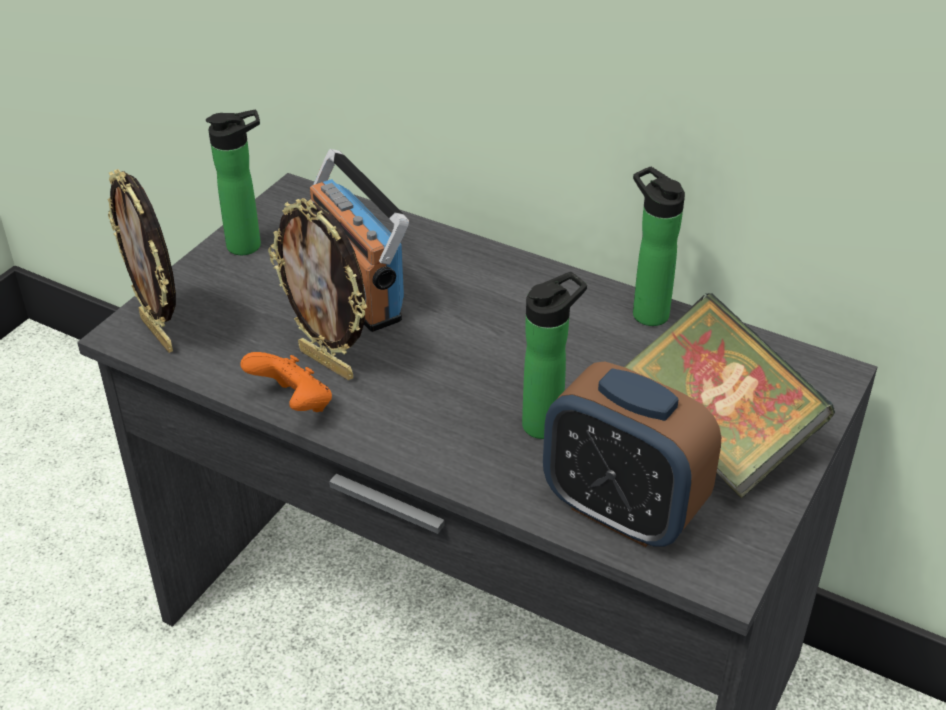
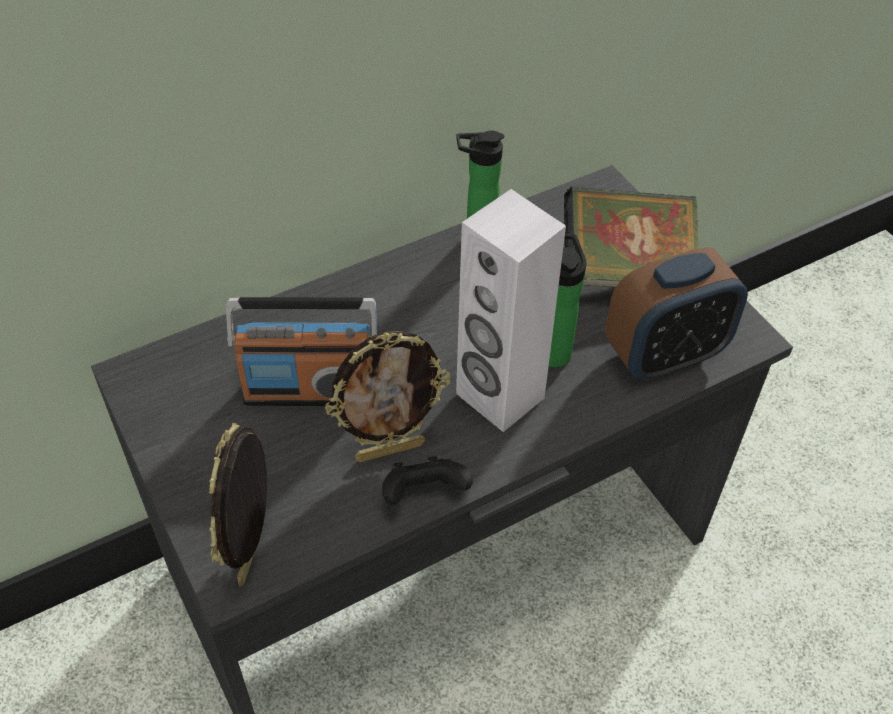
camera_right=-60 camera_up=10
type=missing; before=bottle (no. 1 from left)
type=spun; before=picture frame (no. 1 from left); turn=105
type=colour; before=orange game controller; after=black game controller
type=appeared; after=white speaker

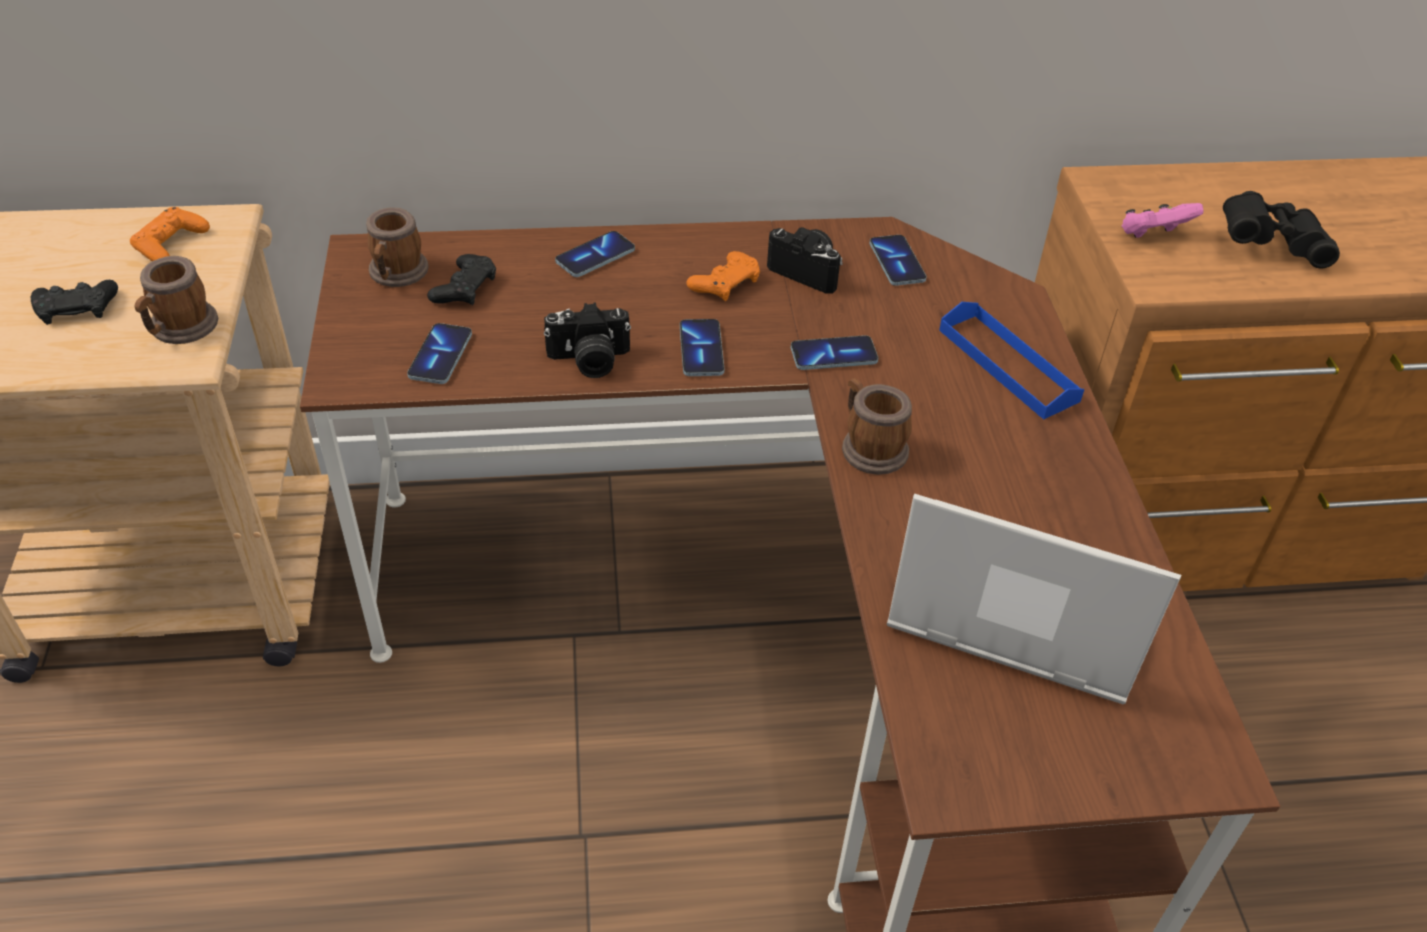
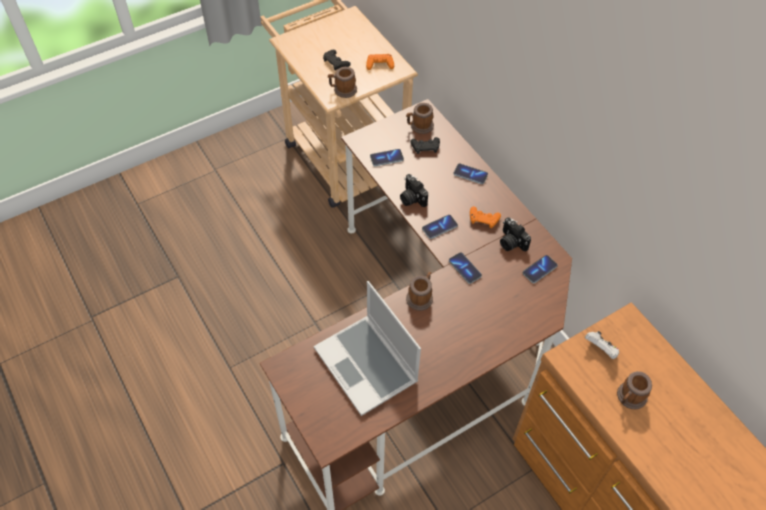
camera_right=65 camera_up=10
type=exchanged; before=black binoculars; after=mug (no. 4 from left)
type=colour; before=pink game controller; after=white game controller
type=spun; before=photo camera (no. 2 from left); turn=135
type=missing; before=blue tray
type=spun; before=laptop; turn=150

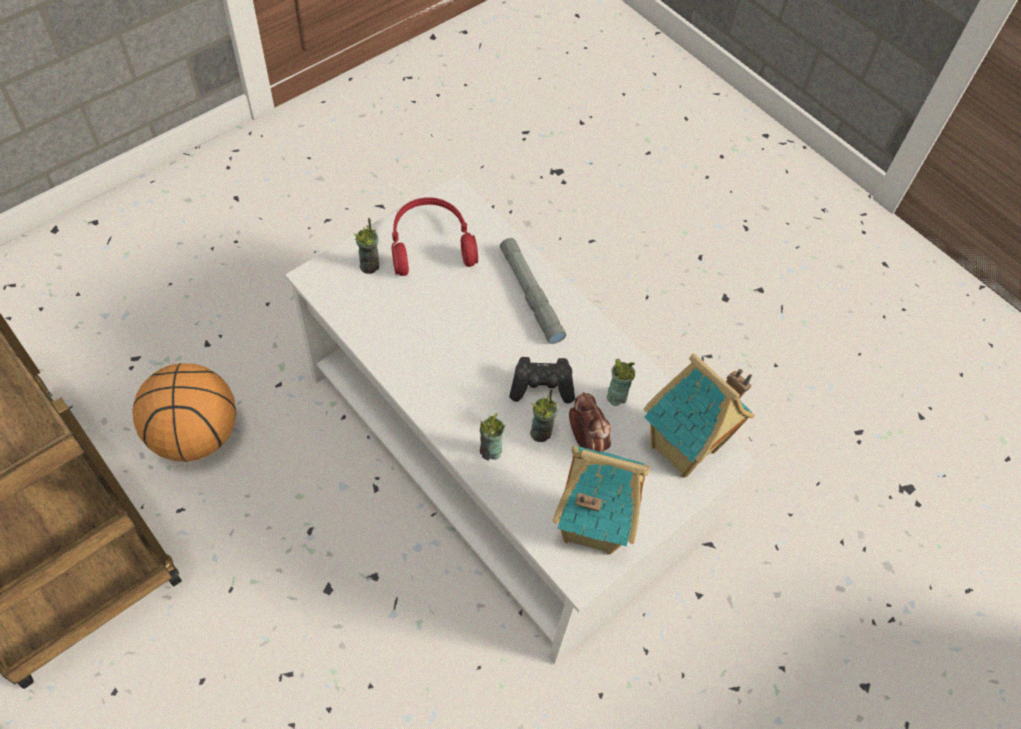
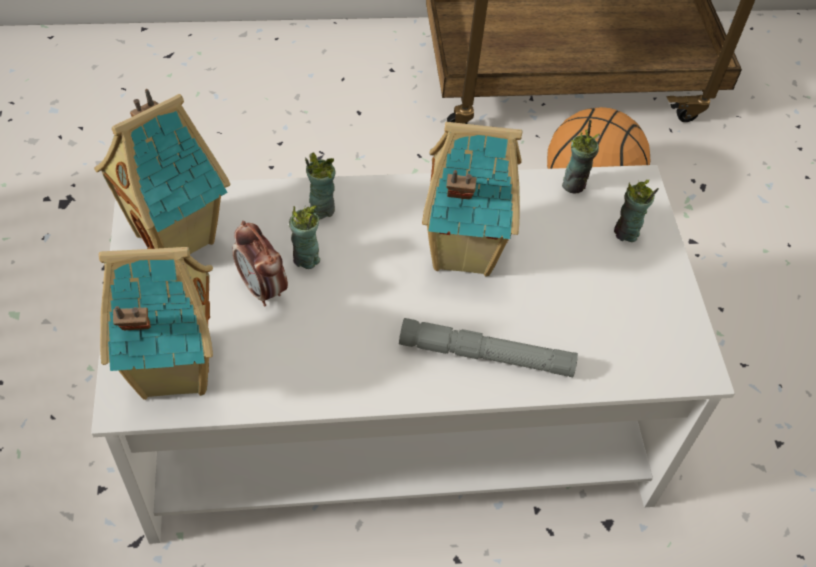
camera_right=125 camera_up=-5
type=missing; before=red headphones
type=missing; before=black game controller
type=relocated; before=cup (no. 4 from left in the first image); after=cup (no. 3 from left)
type=spun; before=alarm clock; turn=45
type=appeared; after=toy house (no. 3 from left)

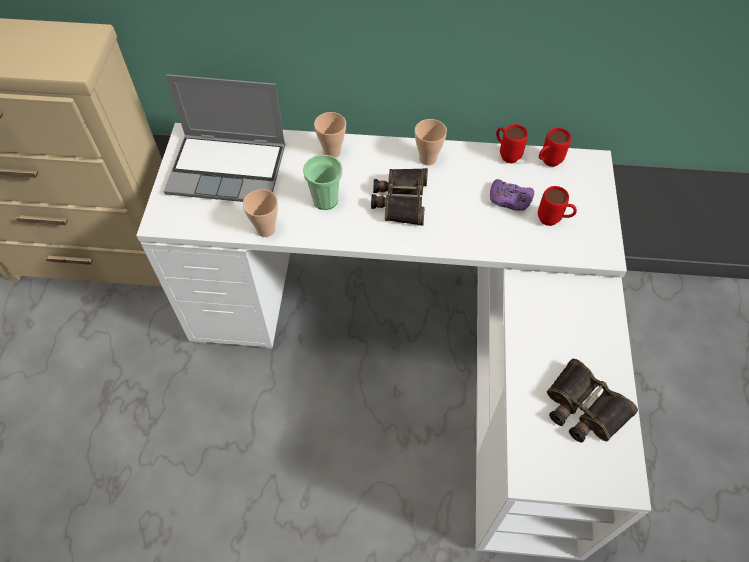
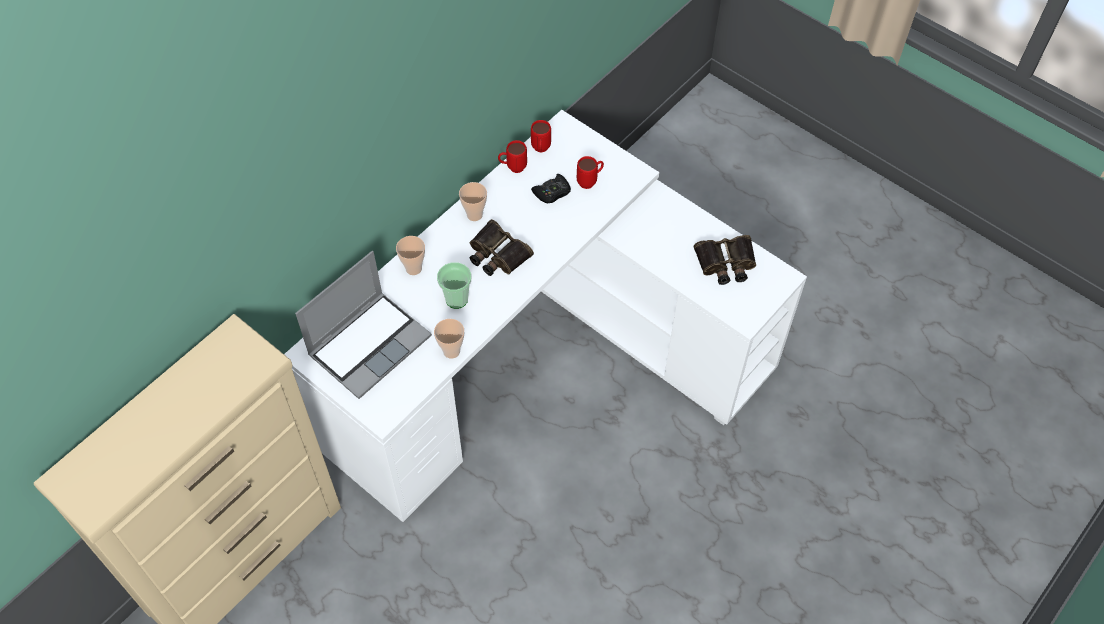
camera_right=-55 camera_up=0
type=colour; before=purple game controller; after=black game controller

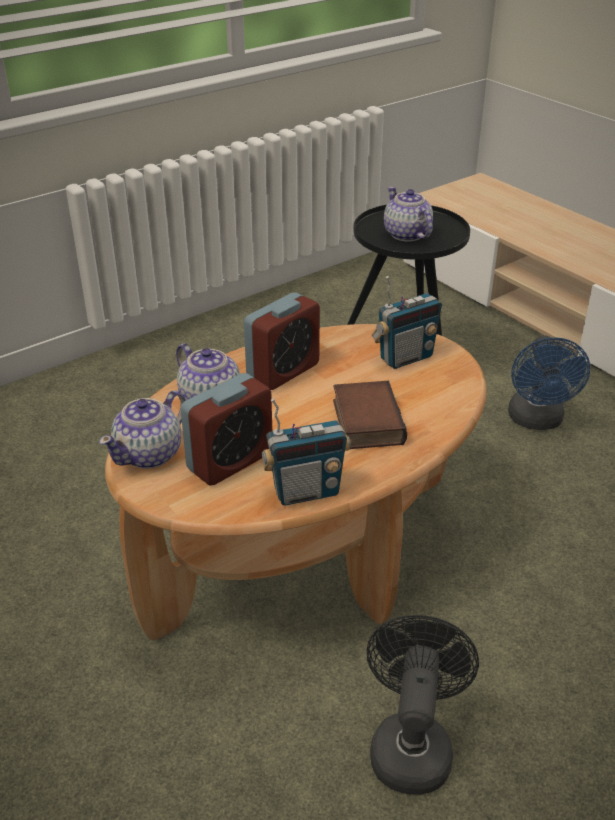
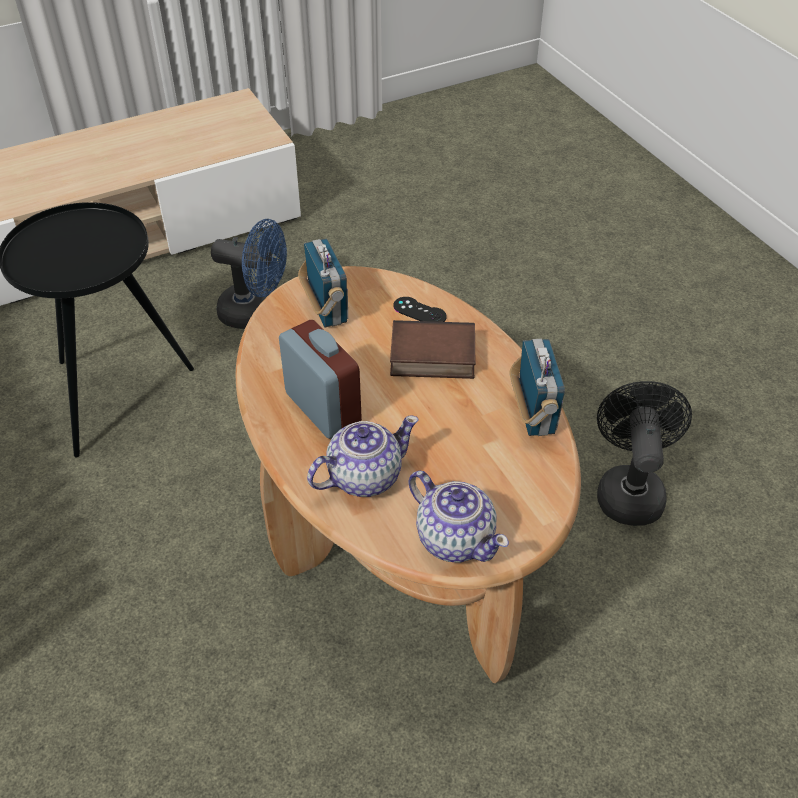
camera_right=-80 camera_up=10
type=missing; before=teapot (no. 3 from left)
type=missing; before=alarm clock (no. 1 from left)
type=spun; before=black fan; turn=75
type=appeared; after=black game controller

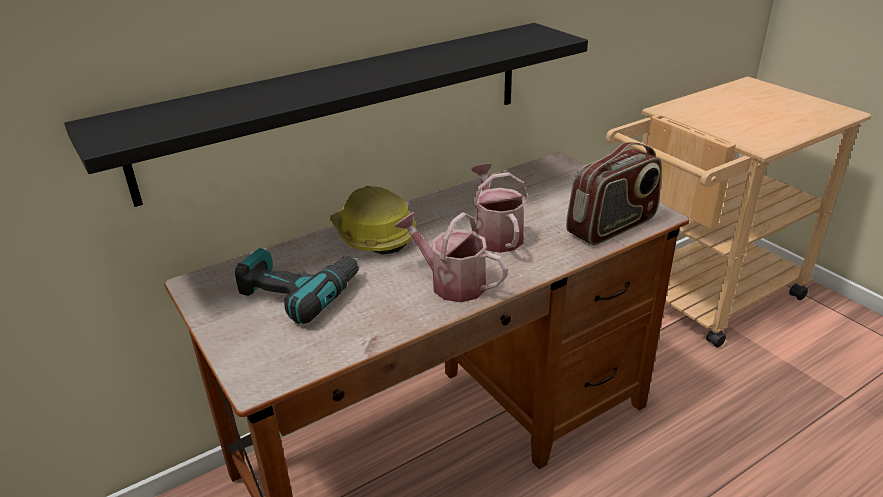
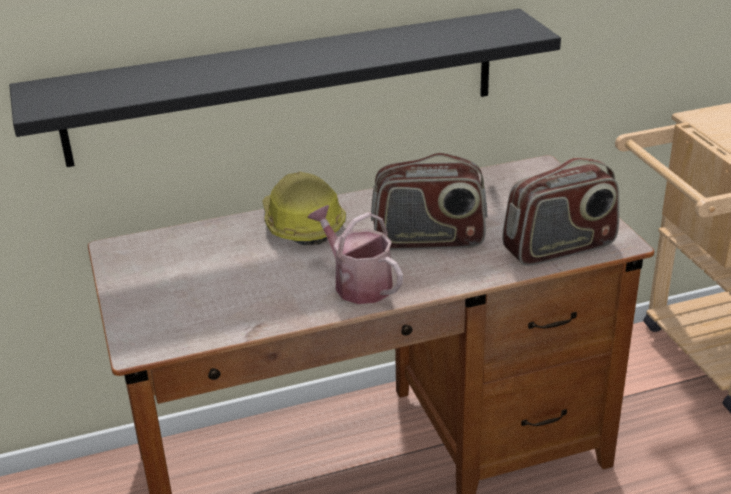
camera_right=15 camera_up=0
type=exchanged; before=watering can (no. 2 from left); after=radio (no. 1 from left)
type=missing; before=power drill

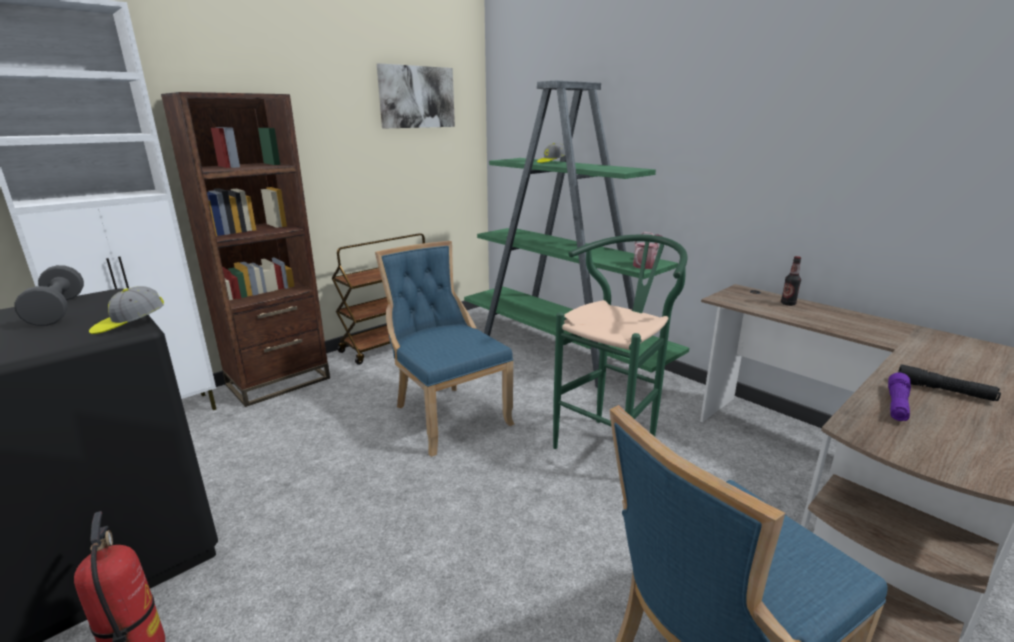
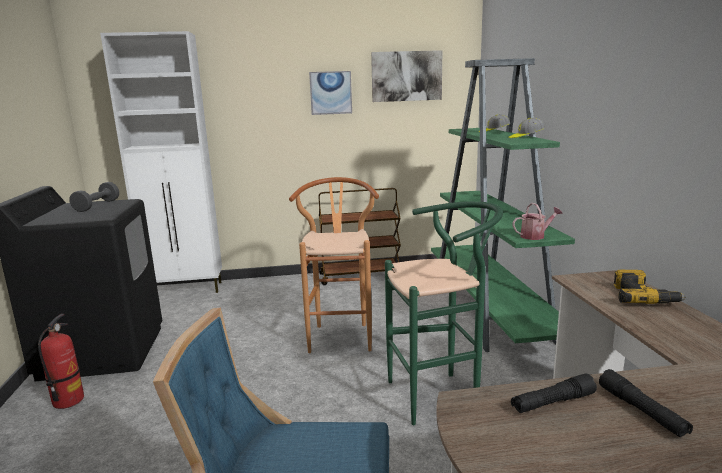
camera_right=35 camera_up=-5
type=missing; before=brown bookcase
type=exchanged; before=blue chair (no. 1 from left); after=brown stool
type=exchanged; before=bottle; after=power drill
type=relocated; before=cap (no. 1 from left in the first image); after=cap (no. 2 from left)
type=colour; before=purple flashlight; after=black flashlight (no. 1 from left)
type=appeared; after=picture (no. 1 from left)

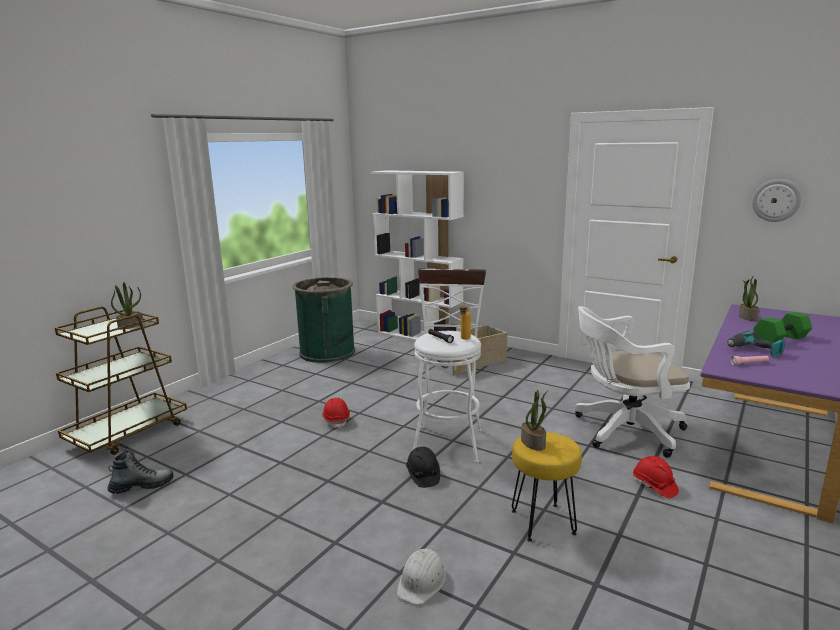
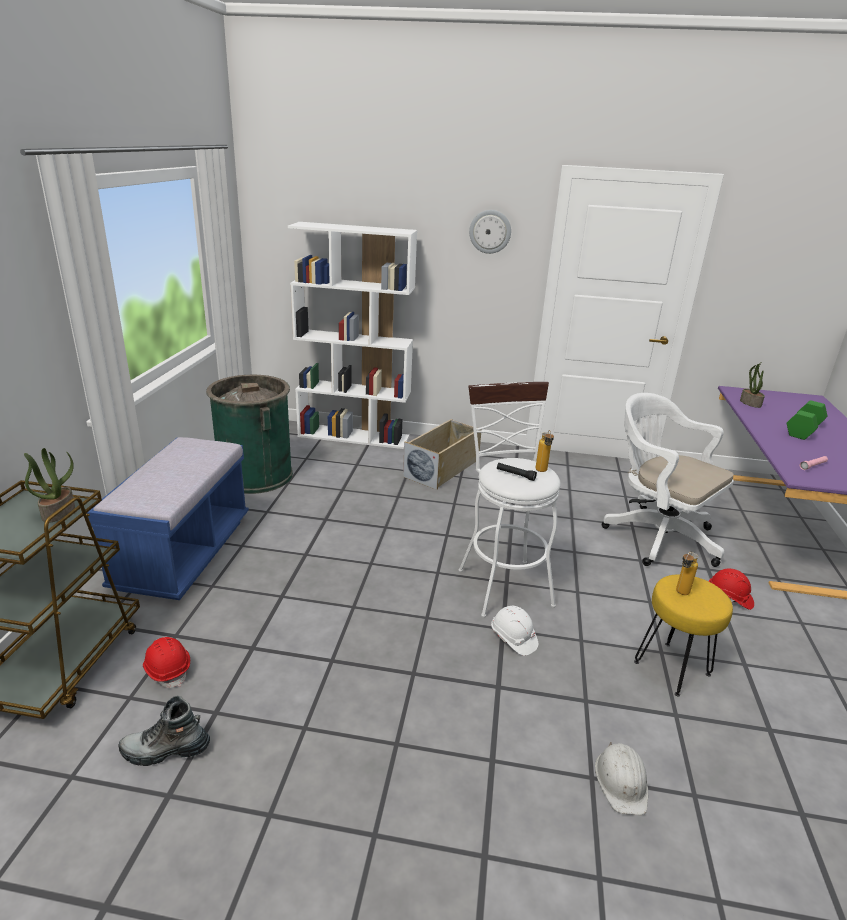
camera_right=-25 camera_up=10
type=relocated; before=wall clock
type=spun; before=white office chair; turn=75
type=missing; before=power drill
type=exchanged; before=potted plant (no. 2 from left); after=bottle (no. 2 from left)
type=relocated; before=red hard hat (no. 1 from left)
type=colour; before=black hard hat; after=white hard hat (no. 1 from left)
type=spun; before=boot; turn=-135
type=appeared; after=blue bench

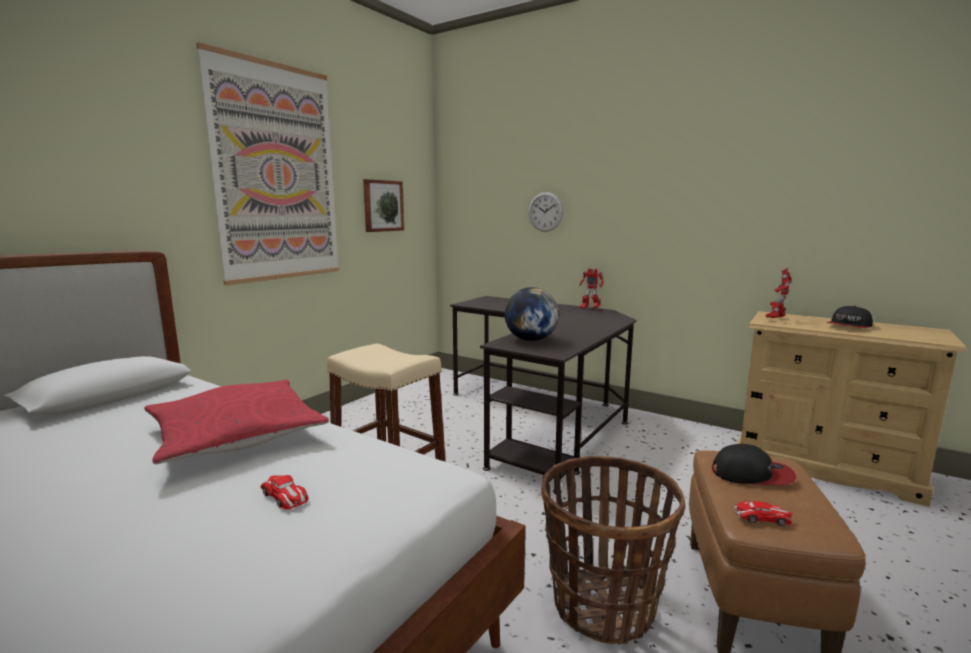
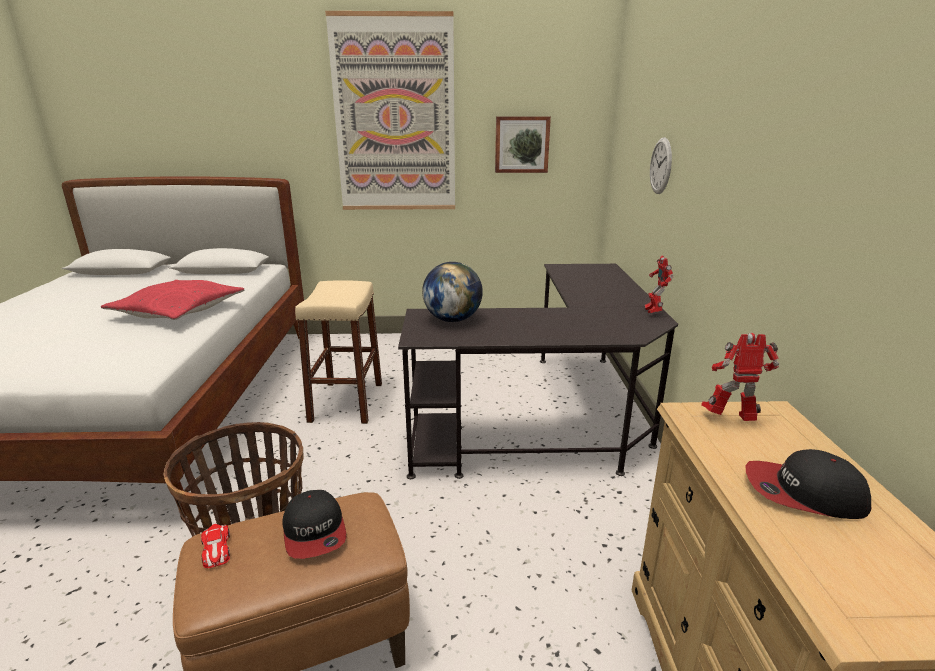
camera_right=55 camera_up=10
type=missing; before=toy car (no. 1 from left)

